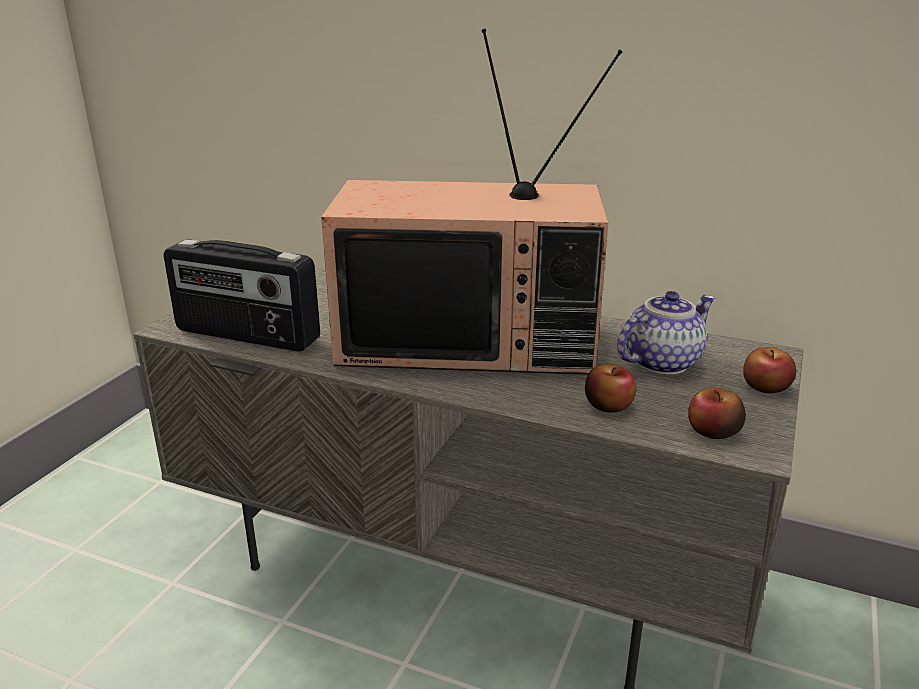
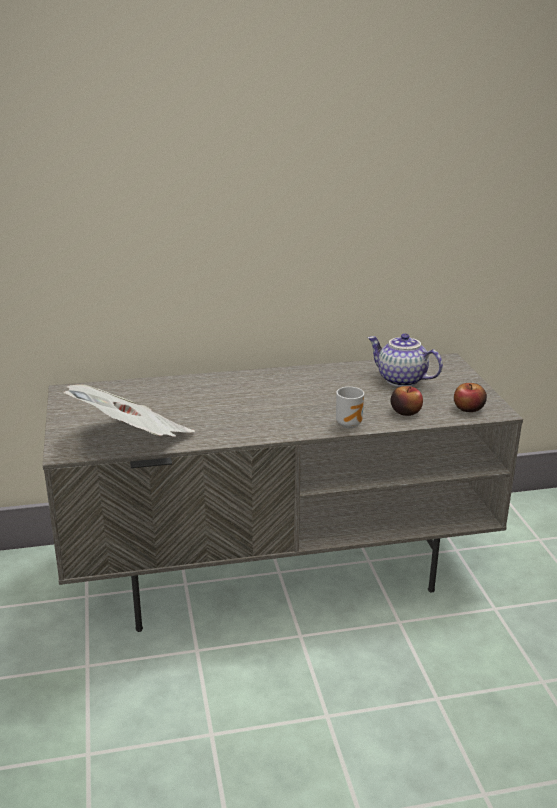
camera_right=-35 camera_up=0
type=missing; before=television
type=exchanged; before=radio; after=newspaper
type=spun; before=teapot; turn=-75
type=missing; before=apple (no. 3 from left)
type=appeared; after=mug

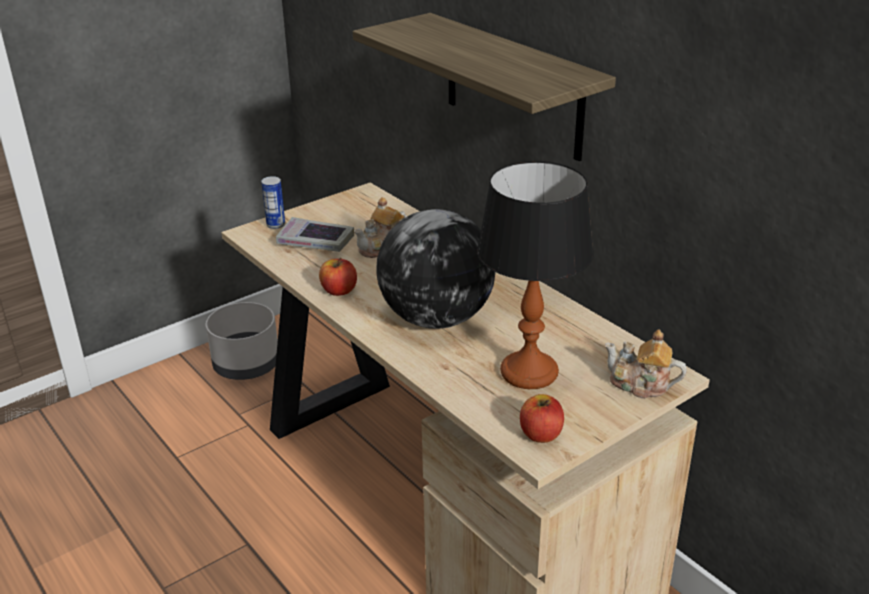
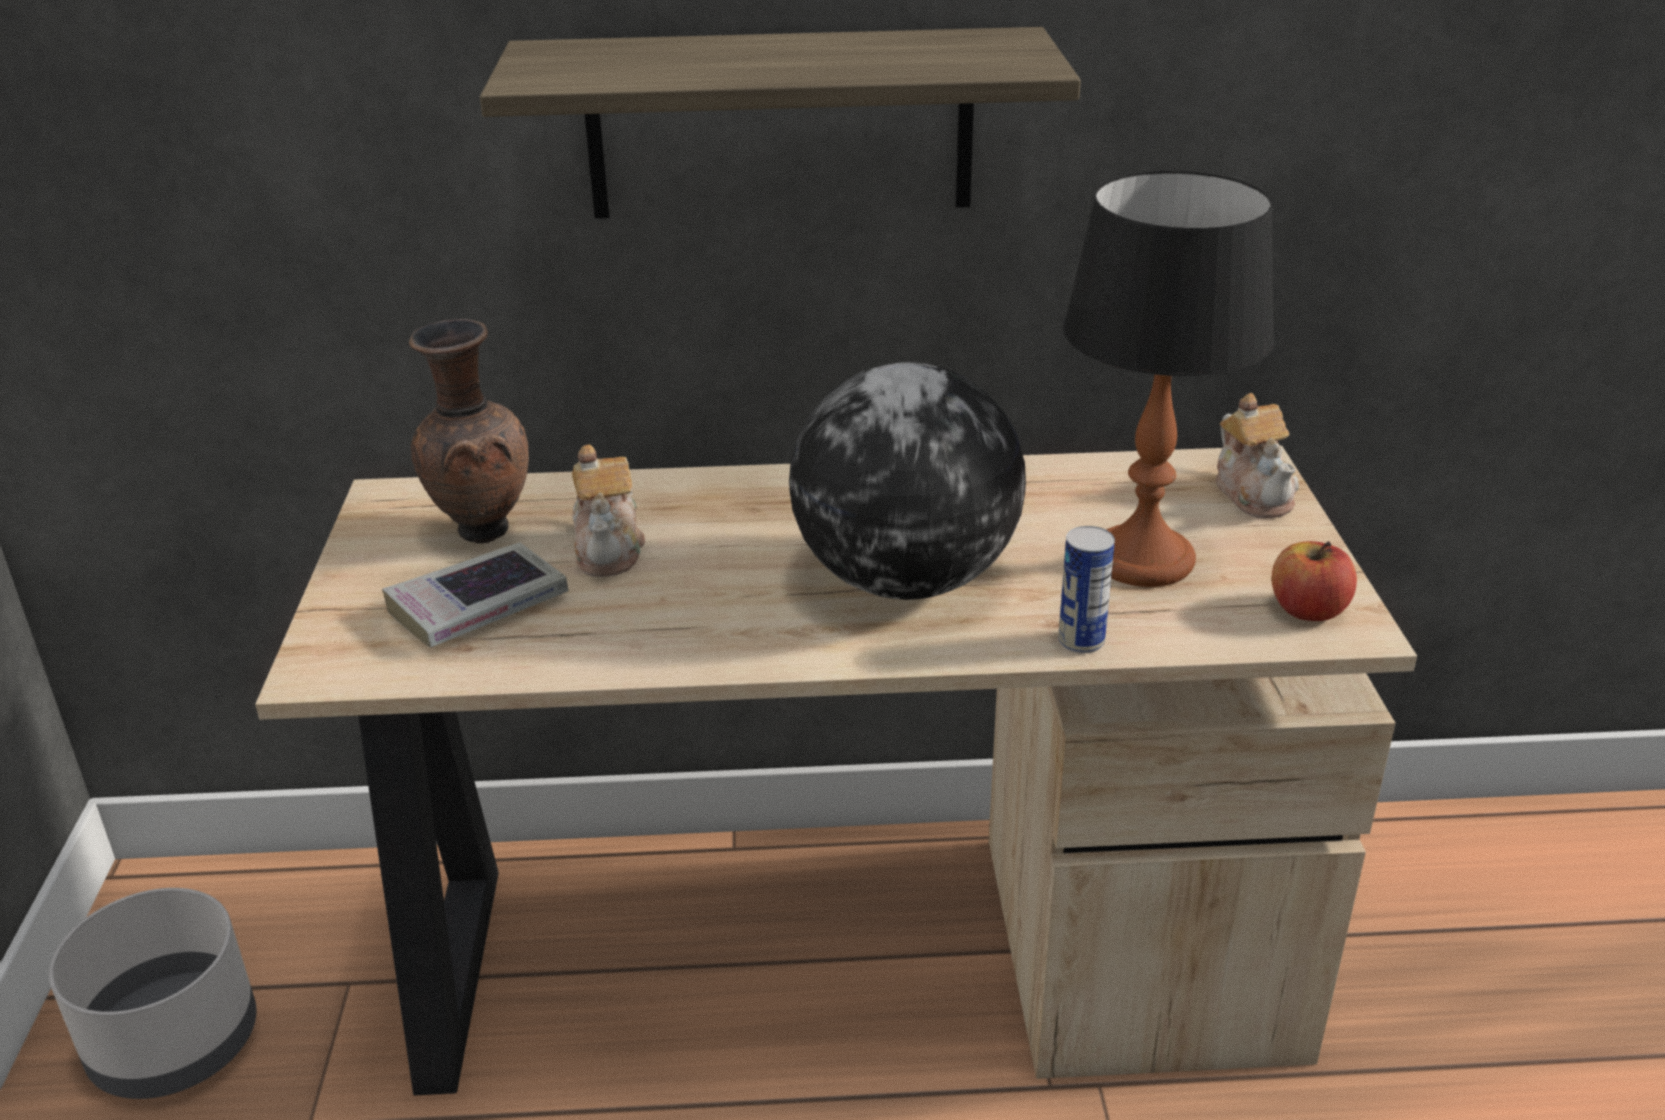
camera_right=-55 camera_up=0
type=relocated; before=can
type=missing; before=apple (no. 1 from left)
type=spun; before=teapot (no. 2 from left); turn=-75
type=appeared; after=brown vase

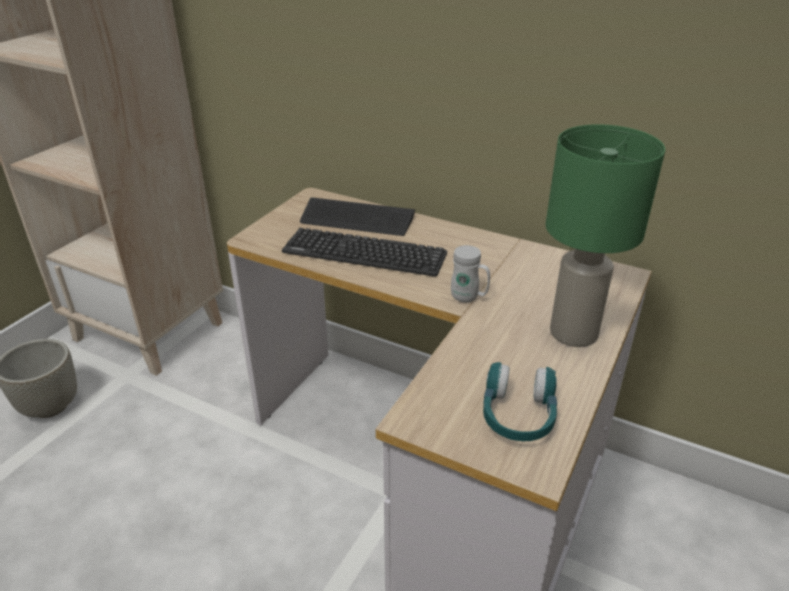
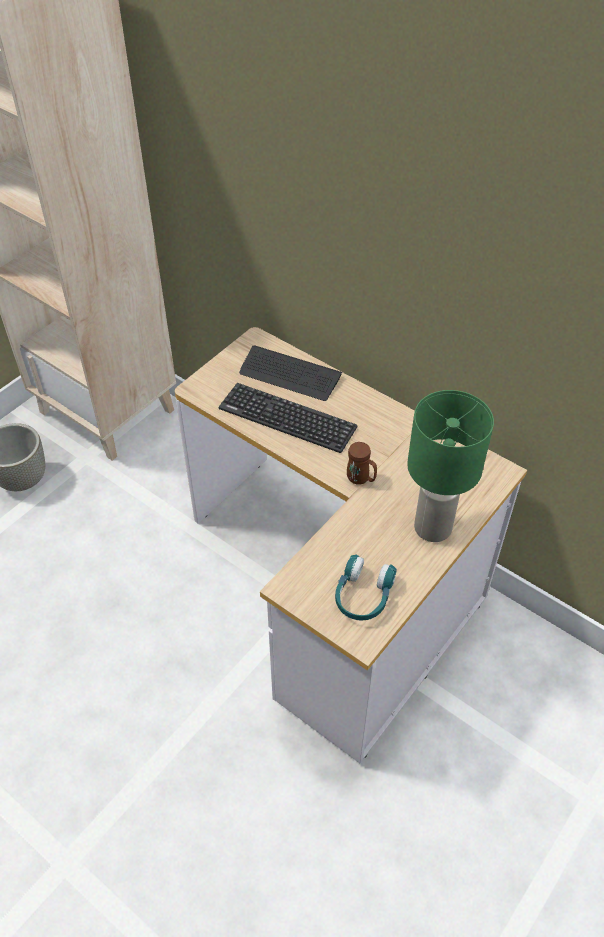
camera_right=10 camera_up=15
type=colour; before=white mug; after=brown mug

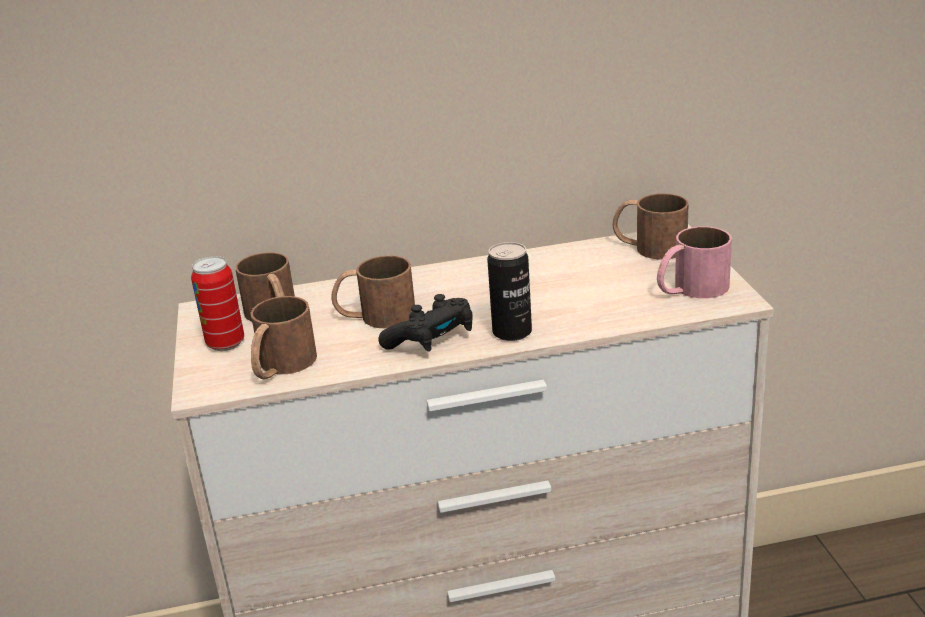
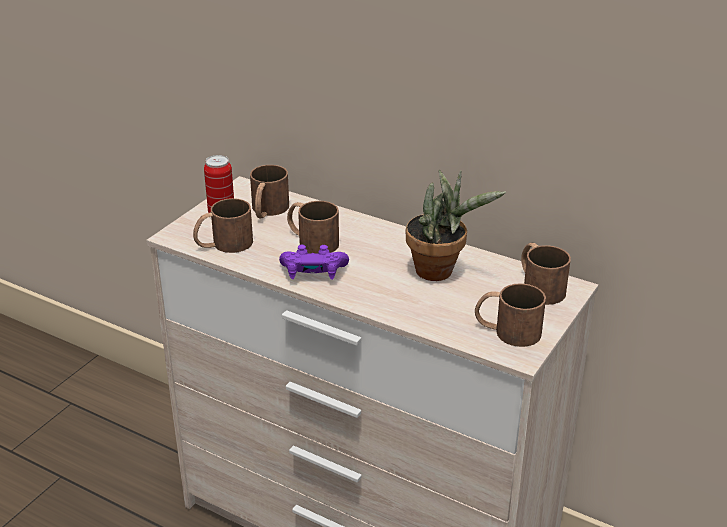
camera_right=40 camera_up=5
type=colour; before=pink mug; after=brown mug (no. 4 from left)
type=missing; before=can (no. 2 from left)
type=colour; before=black game controller; after=purple game controller
type=appeared; after=potted plant

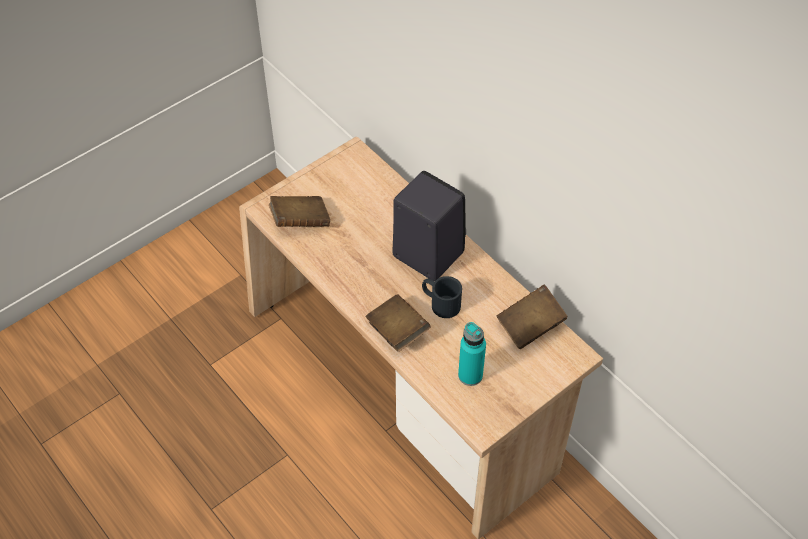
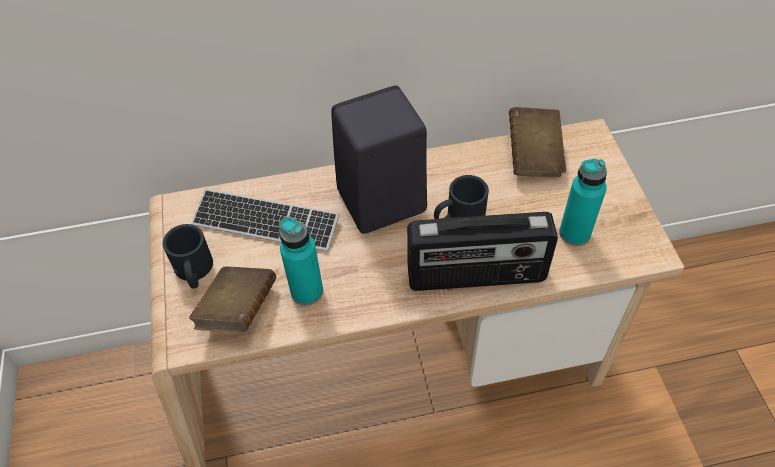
camera_right=-60 camera_up=0
type=exchanged; before=brown book (no. 2 from left); after=radio
type=appeared; after=keyboard
type=appeared; after=turquoise bottle (no. 1 from left)
type=appeared; after=black mug (no. 1 from left)

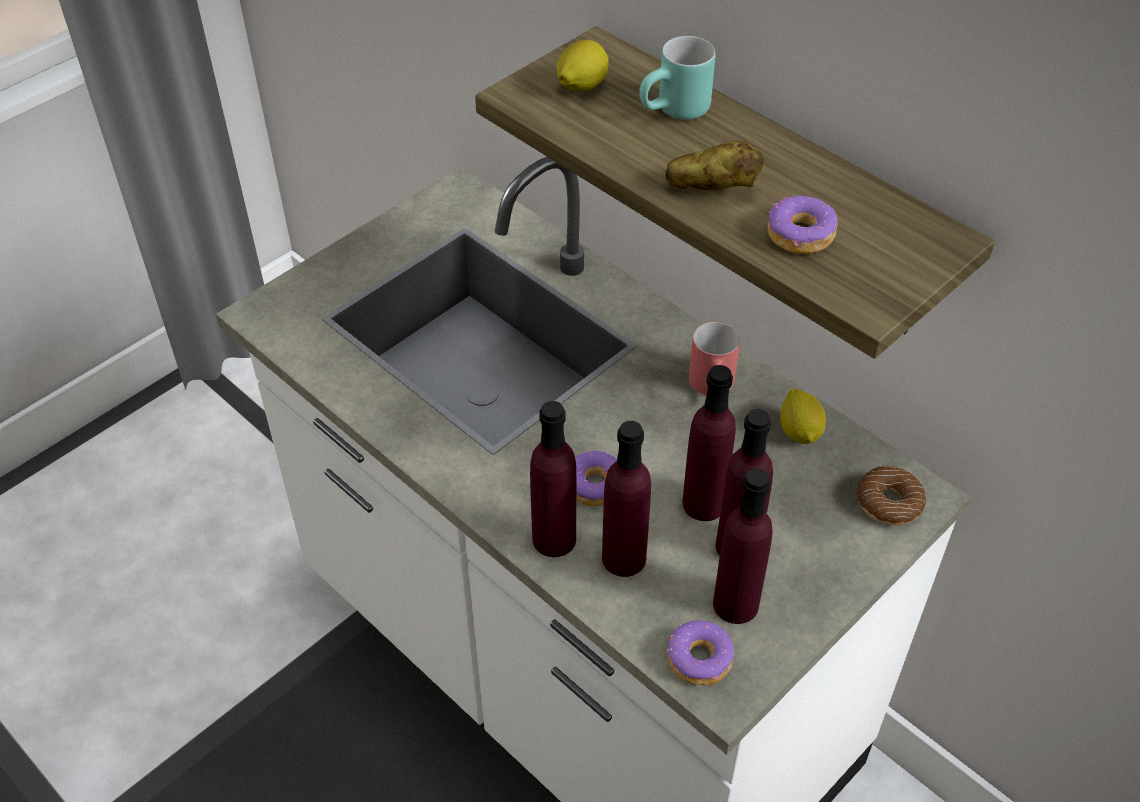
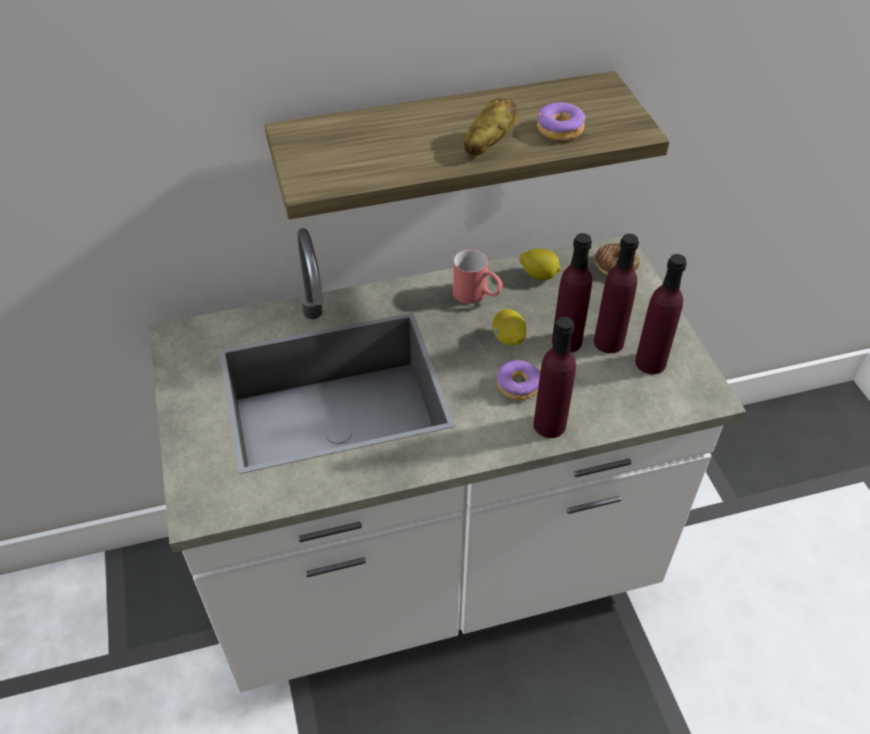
camera_right=-60 camera_up=0
type=missing; before=turquoise mug
type=relocated; before=lemon (no. 1 from left)
type=missing; before=purple bottle (no. 2 from left)
type=missing; before=donut (no. 2 from left)

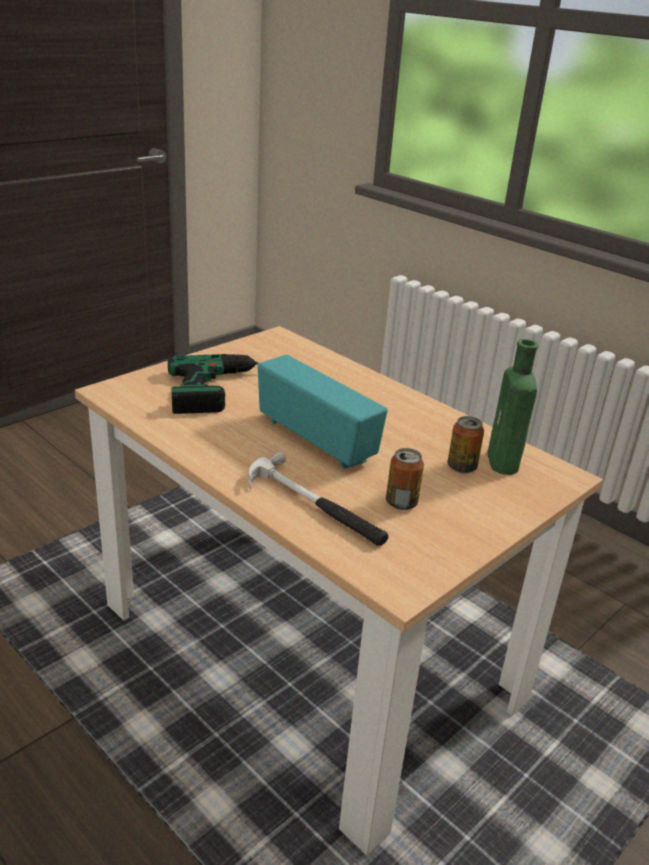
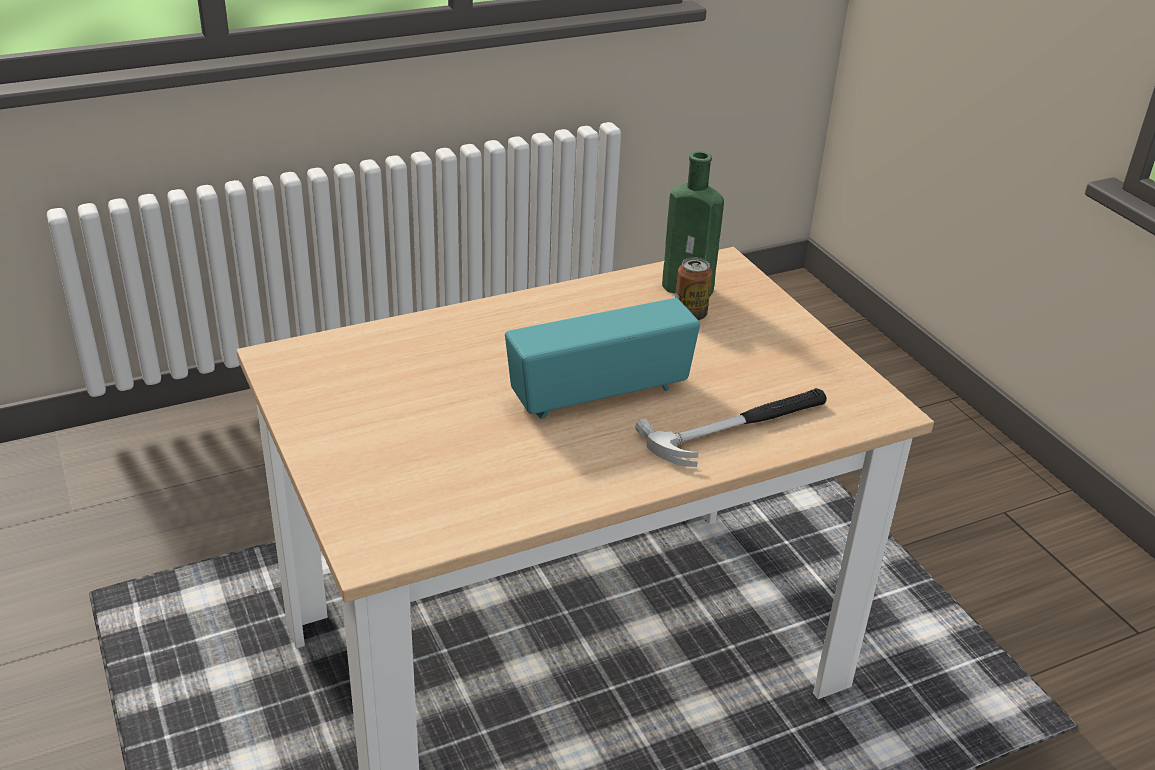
camera_right=-70 camera_up=5
type=missing; before=power drill
type=missing; before=can (no. 1 from left)

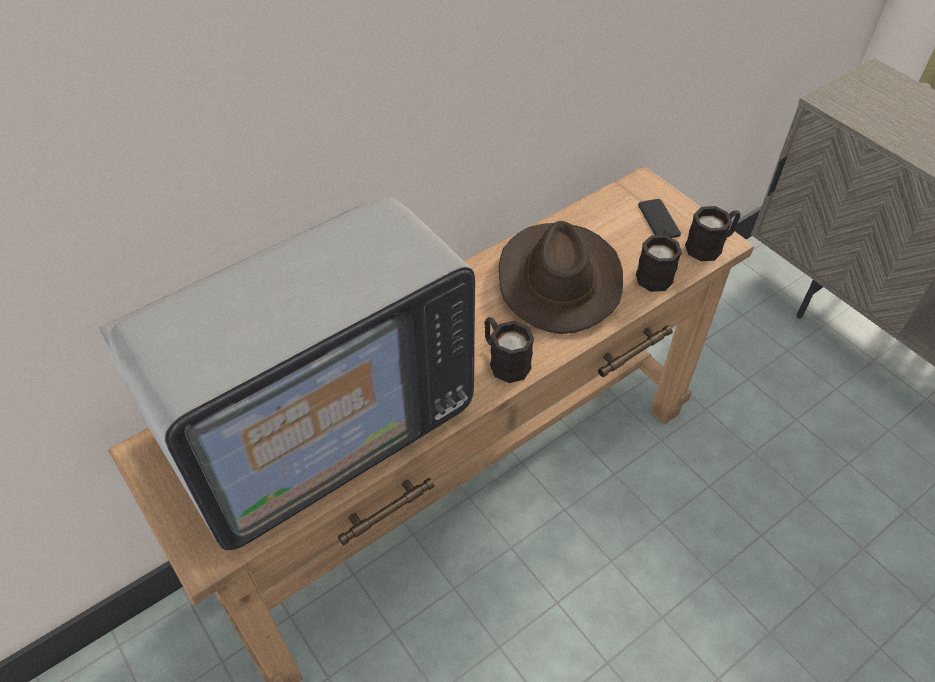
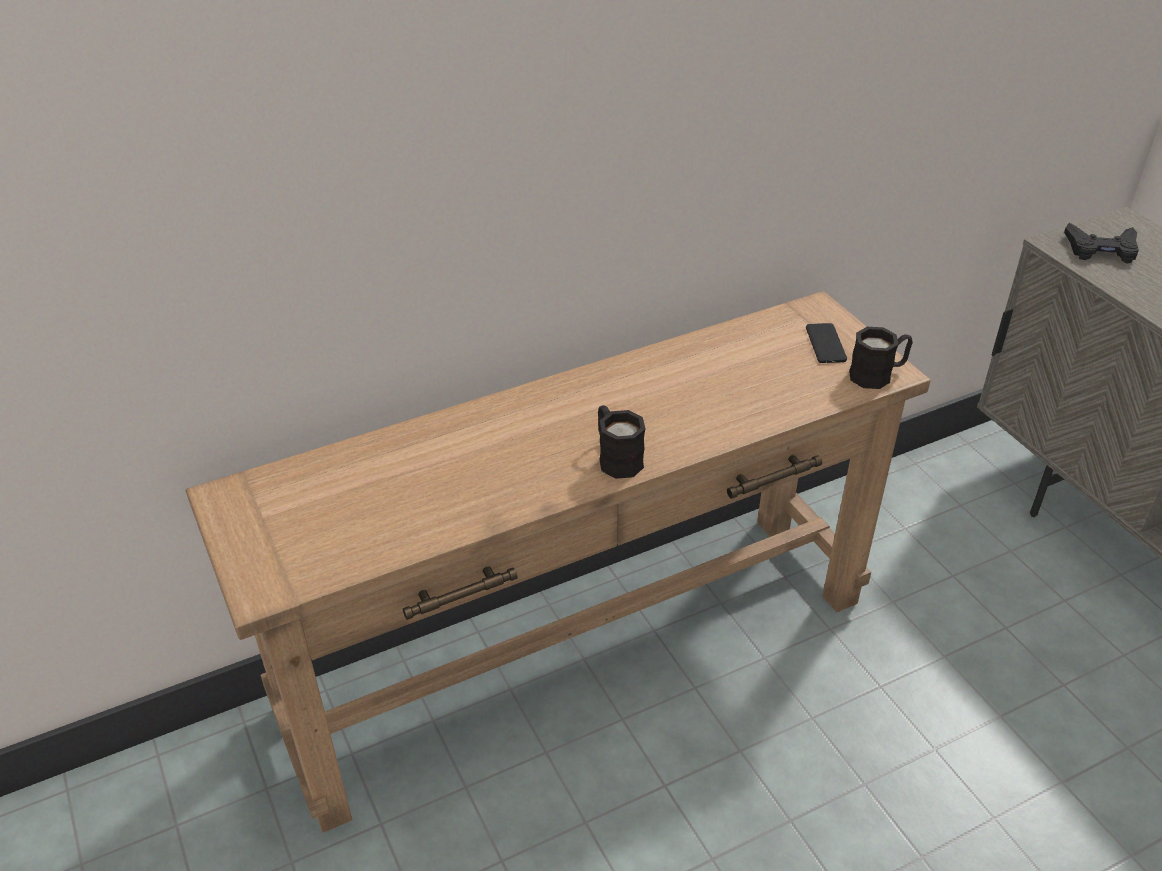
camera_right=10 camera_up=-10
type=missing; before=television
type=missing; before=brown hat
type=missing; before=black mug (no. 2 from left)
type=appeared; after=black game controller

